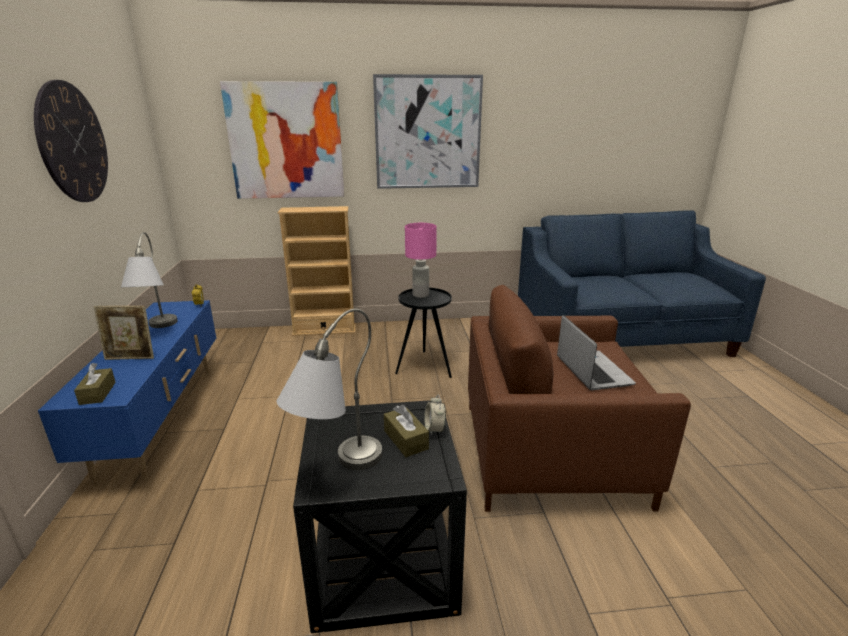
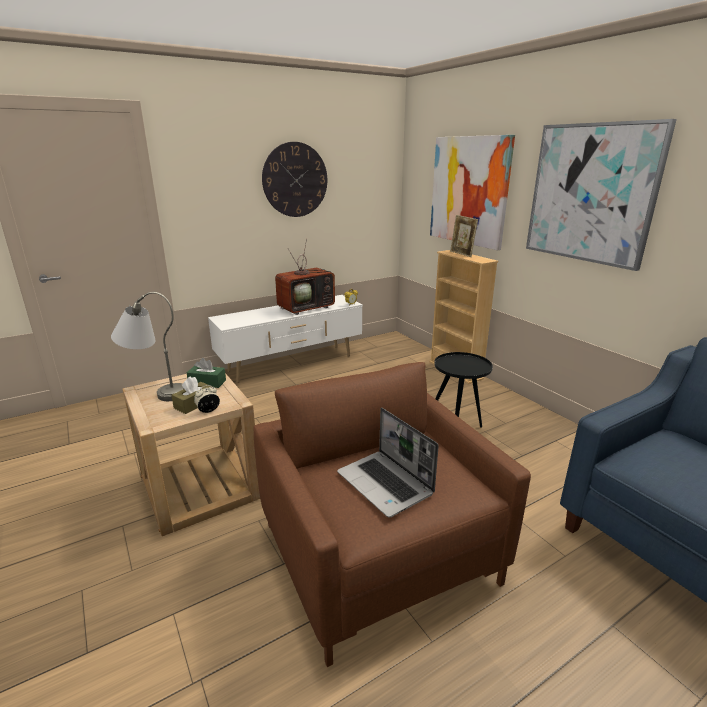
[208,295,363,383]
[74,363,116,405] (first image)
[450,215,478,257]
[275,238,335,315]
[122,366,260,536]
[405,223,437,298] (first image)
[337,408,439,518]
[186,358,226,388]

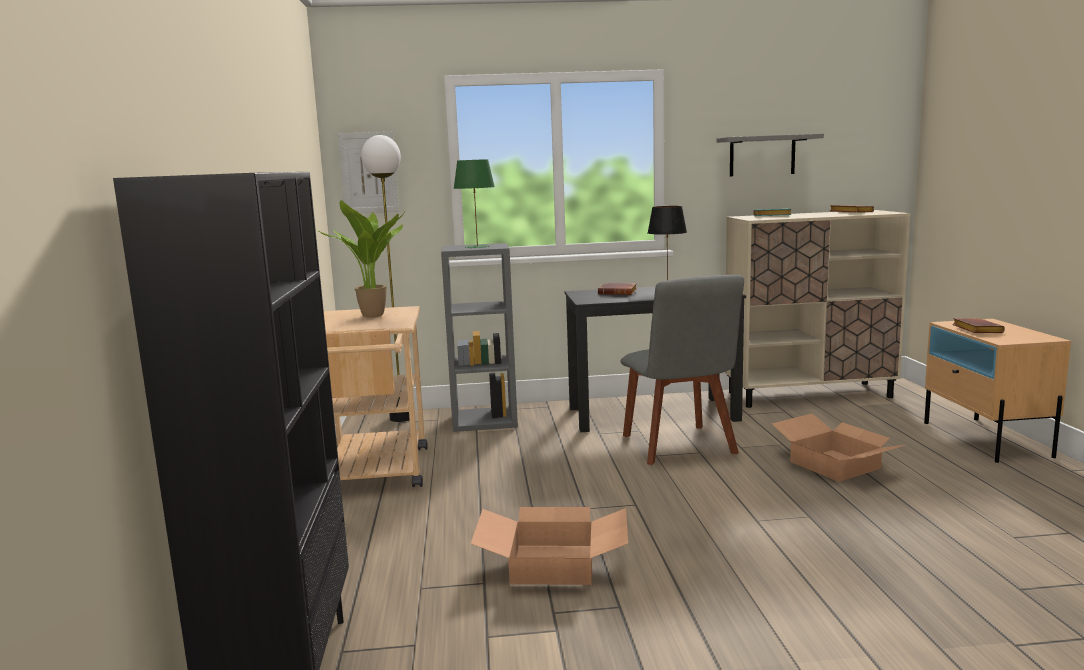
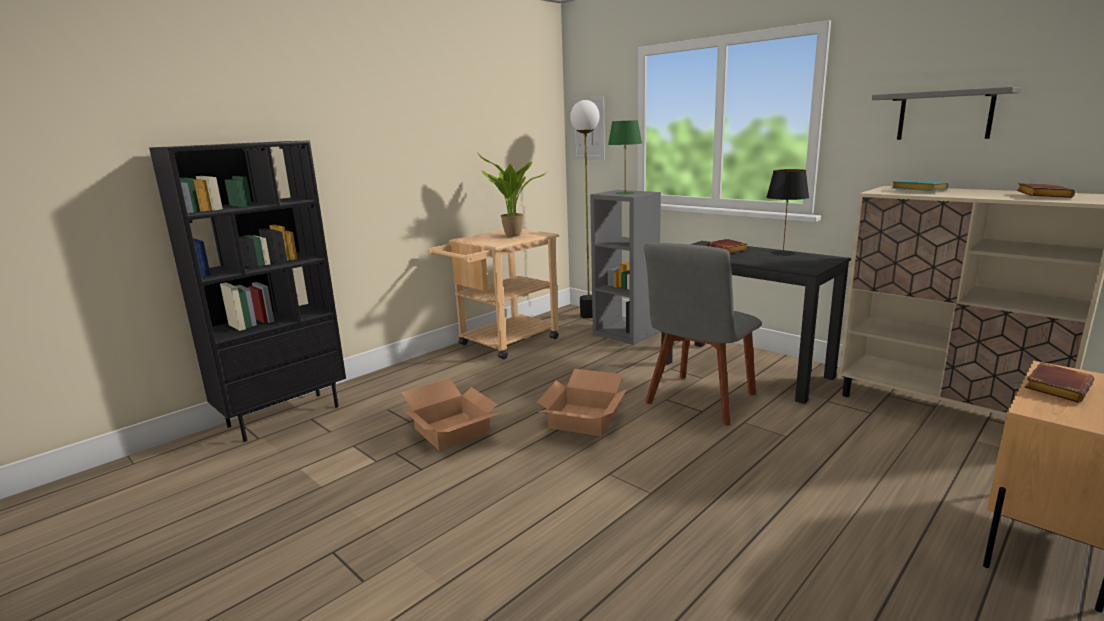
[537,369,627,436]

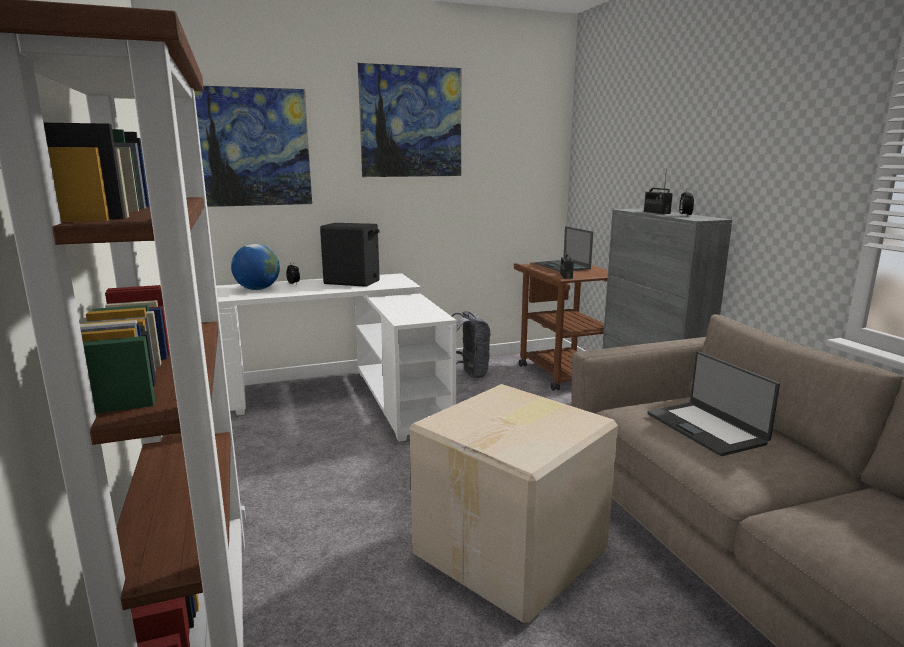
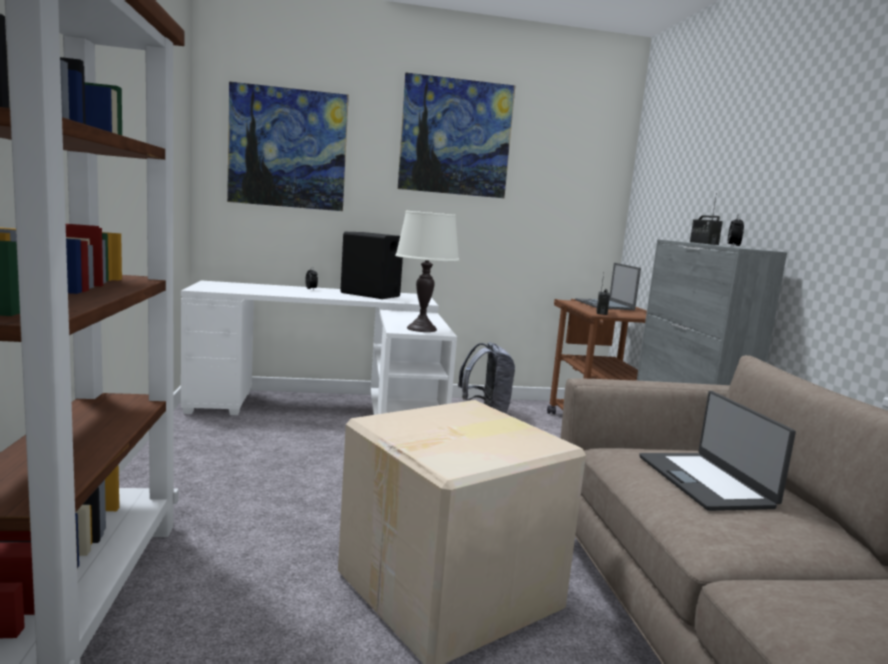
[231,244,280,290] (first image)
[395,211,459,332]

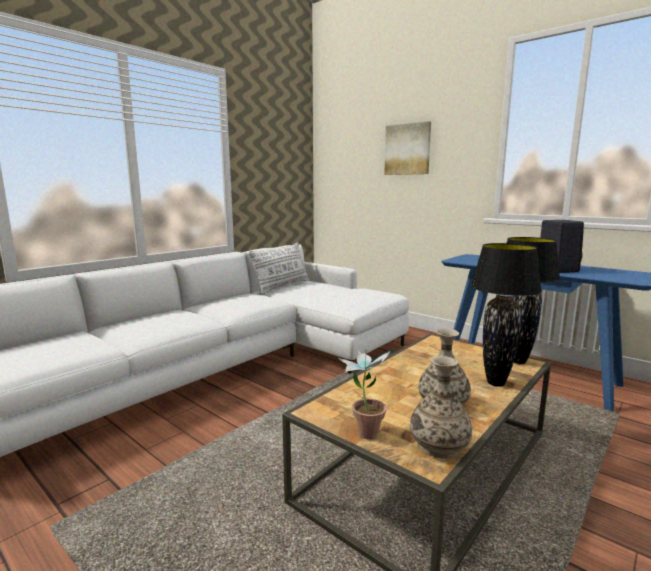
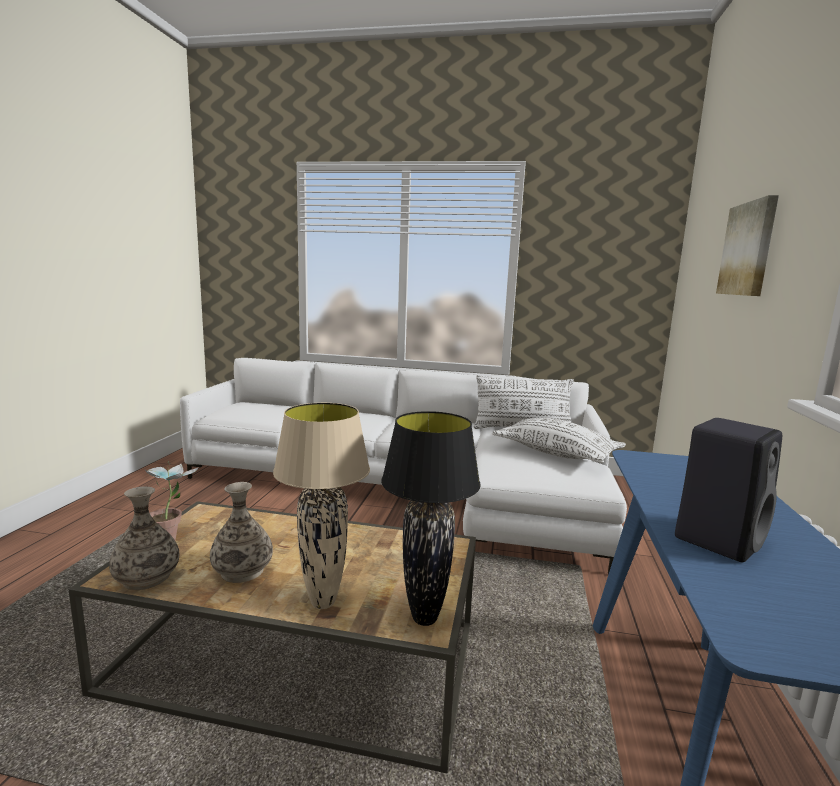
[273,403,370,609]
[492,418,626,463]

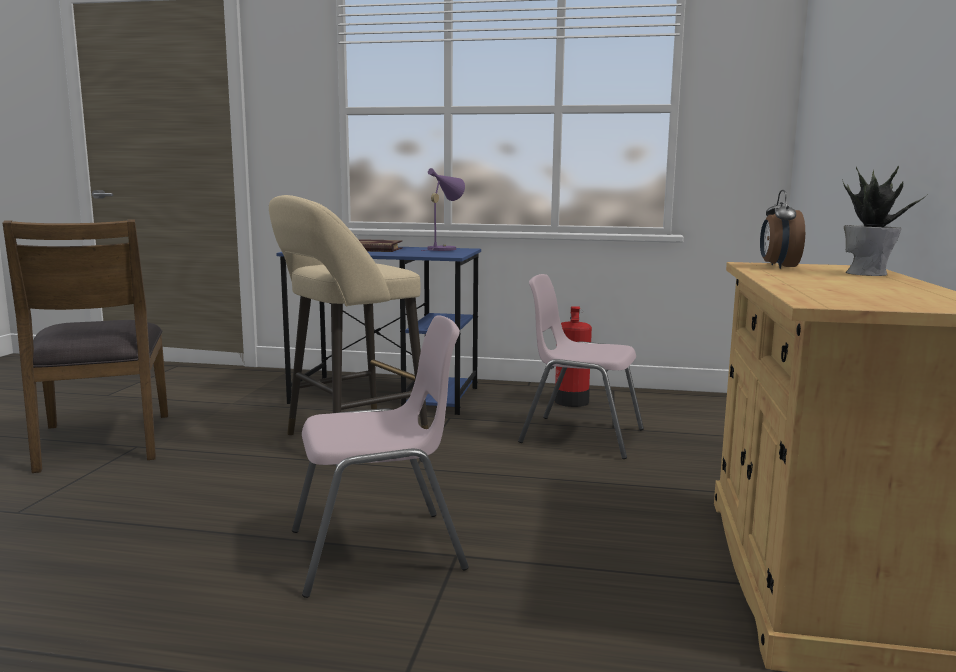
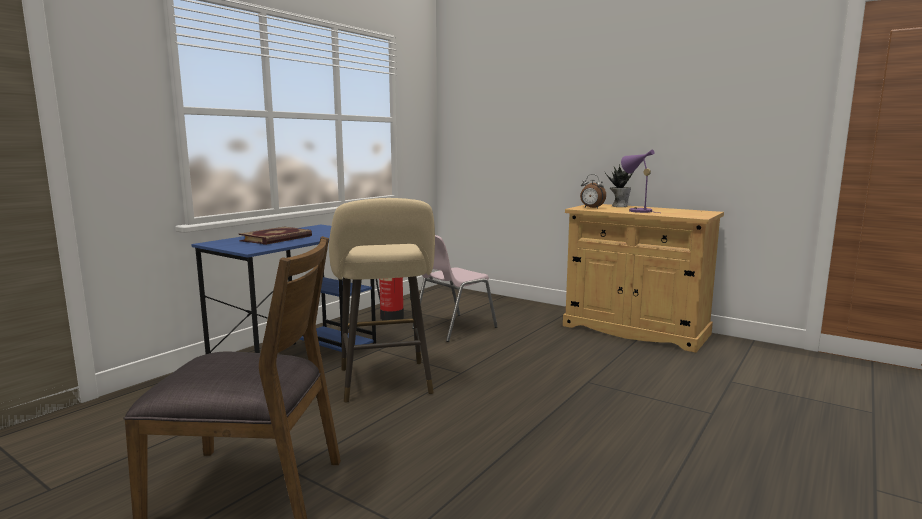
[292,316,469,598] (first image)
[621,149,660,213]

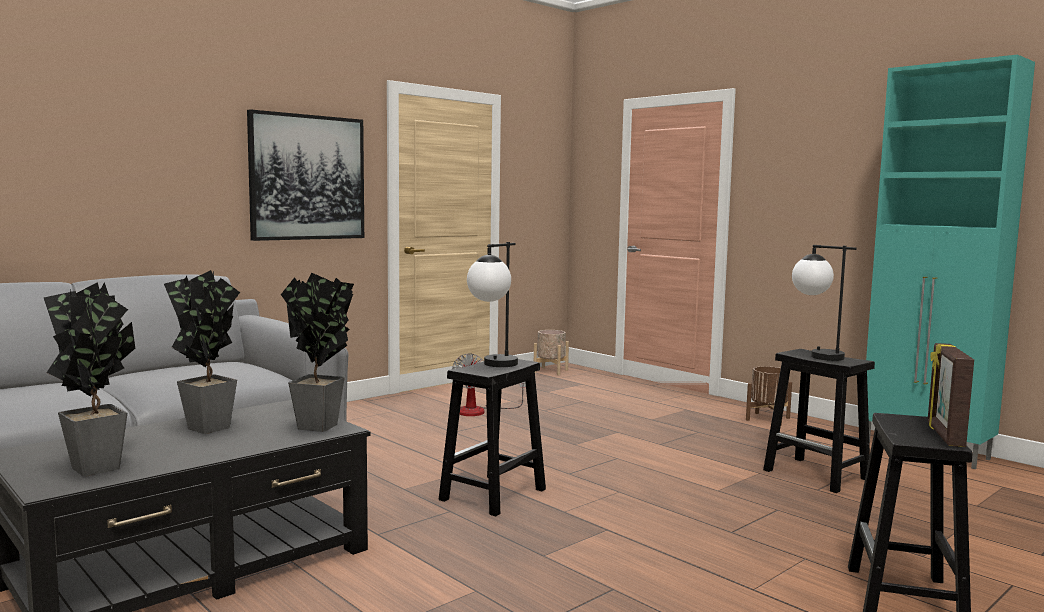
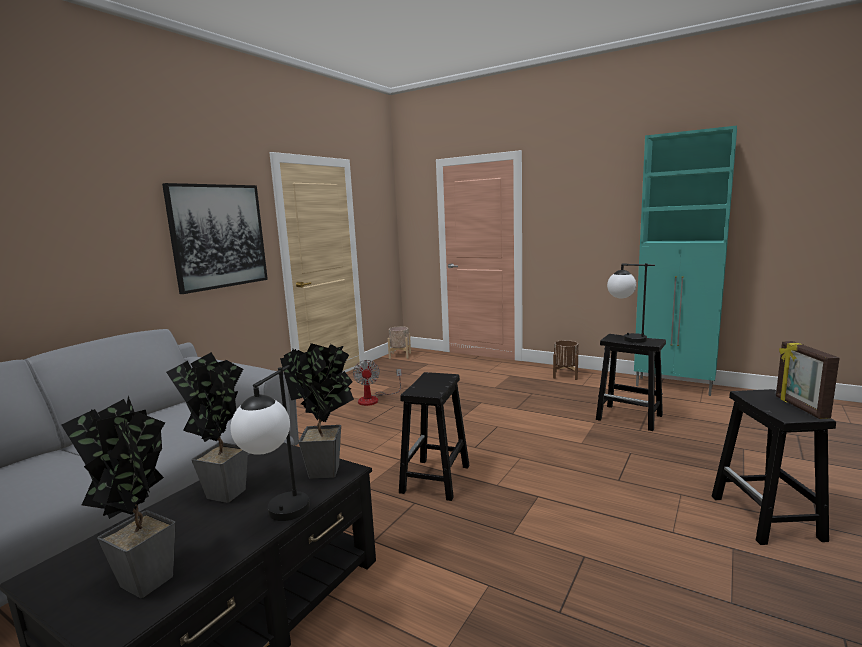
[230,365,310,521]

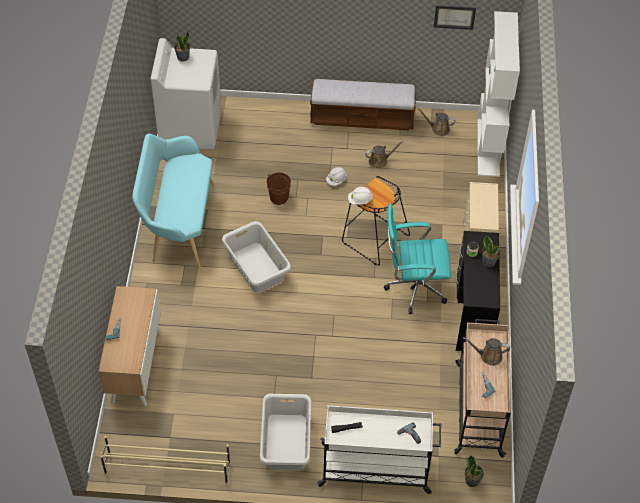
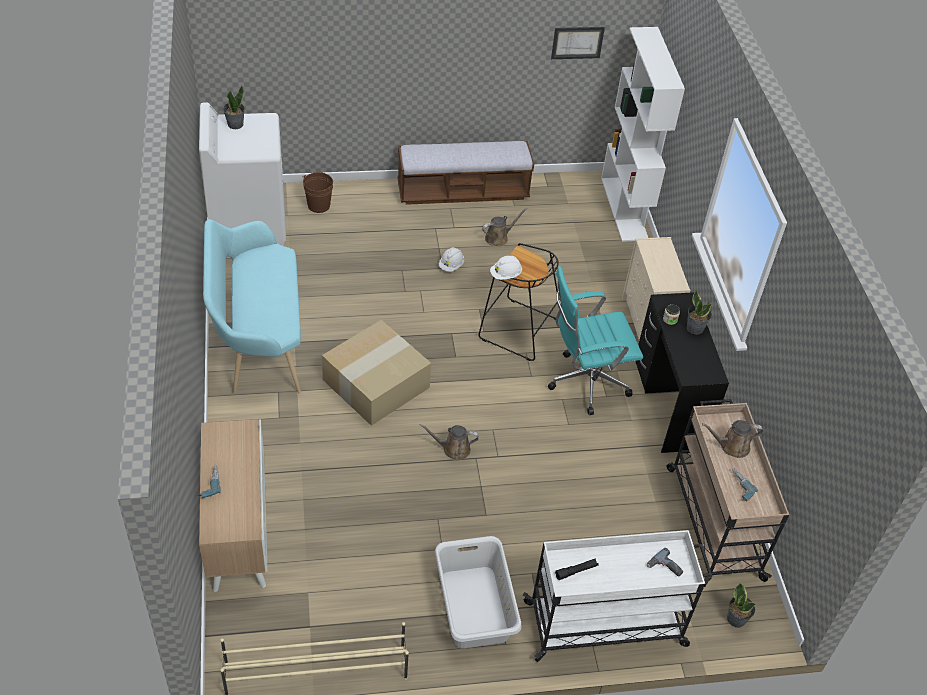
[322,320,431,426]
[302,172,333,213]
[419,424,479,460]

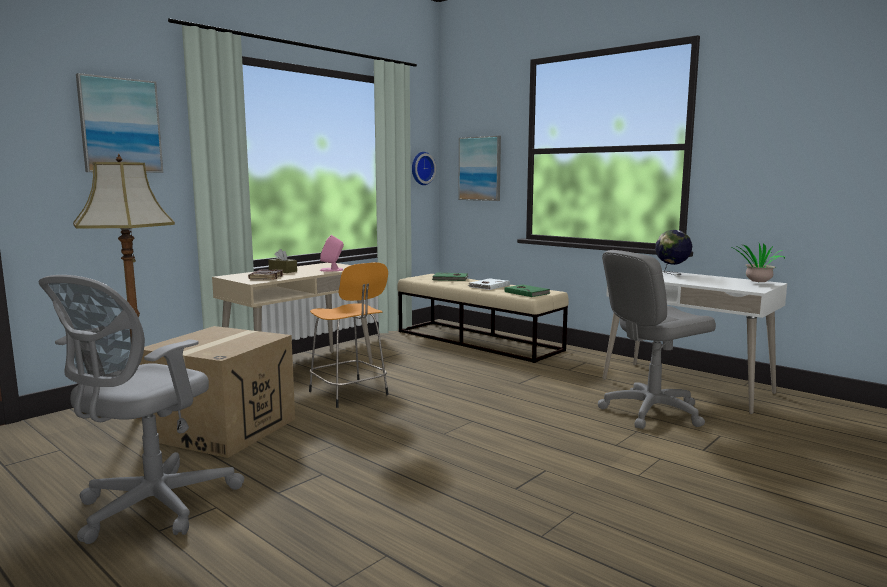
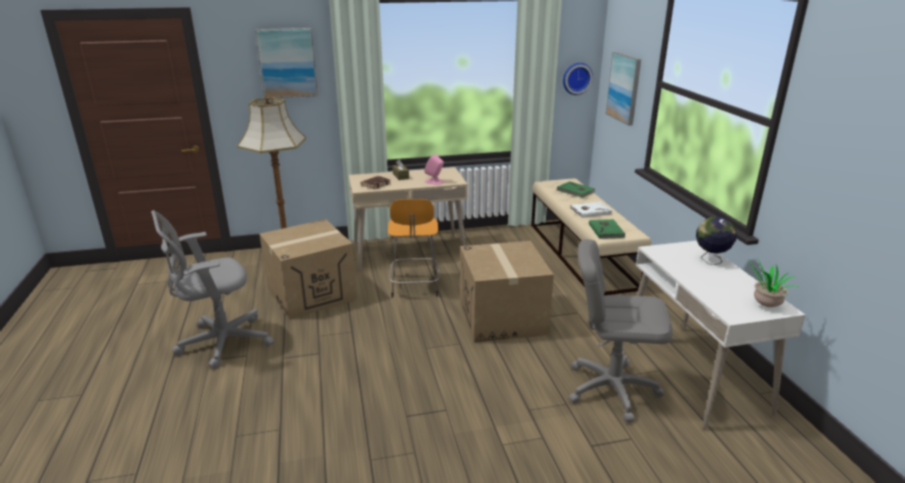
[460,241,554,343]

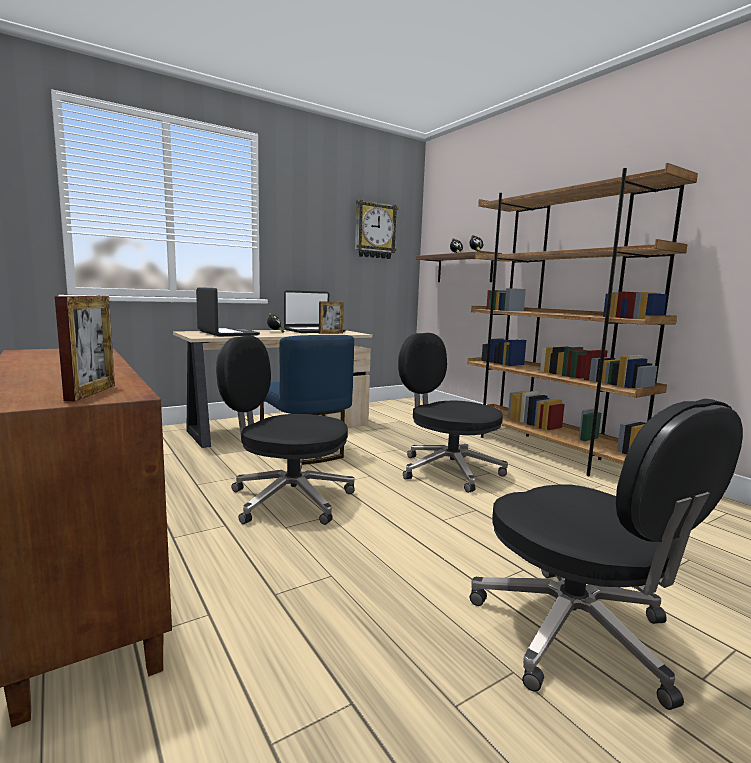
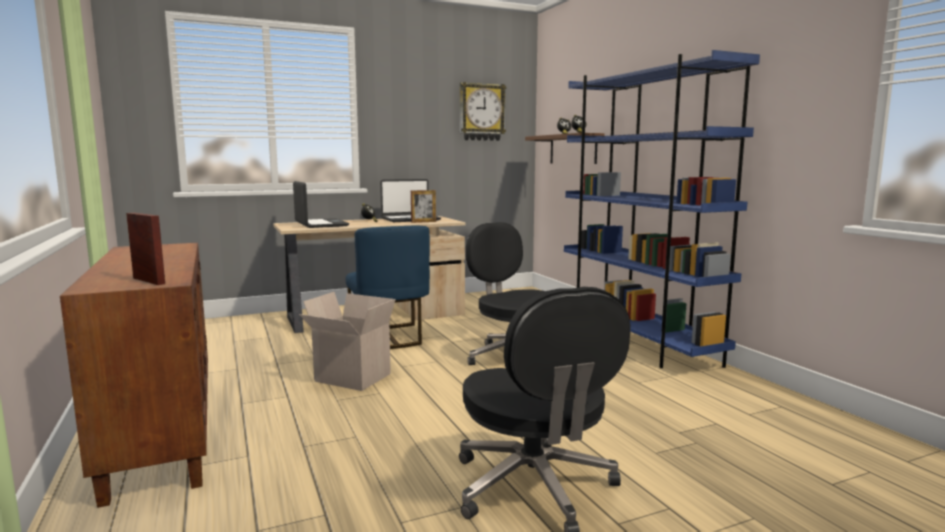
[126,213,165,285]
[299,292,396,391]
[564,50,760,368]

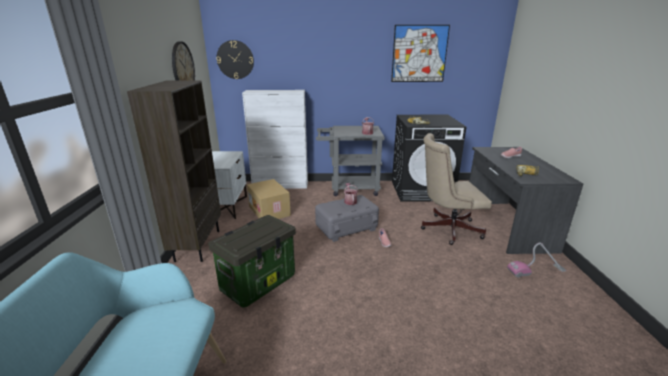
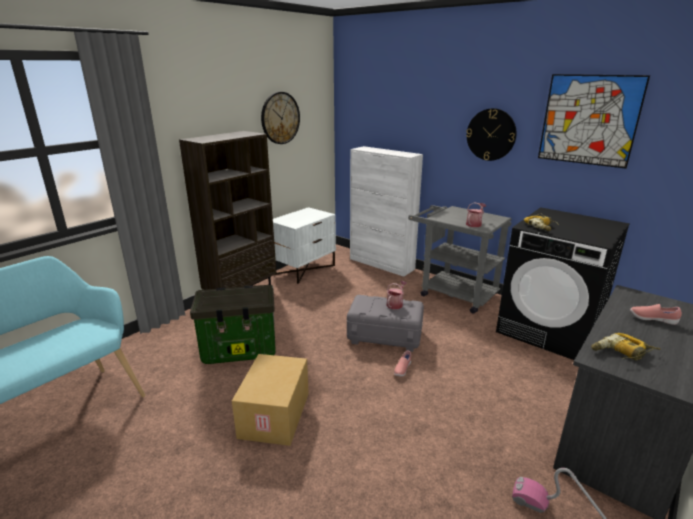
[466,108,517,161]
[232,354,309,446]
[421,133,492,245] (first image)

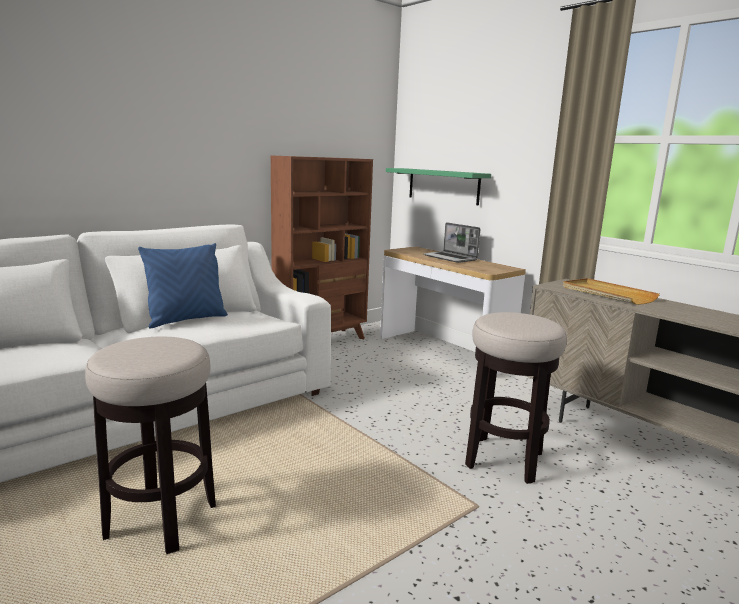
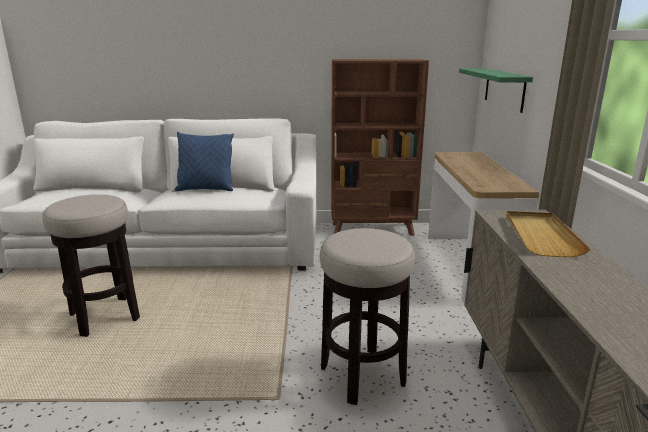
[423,222,480,263] (first image)

